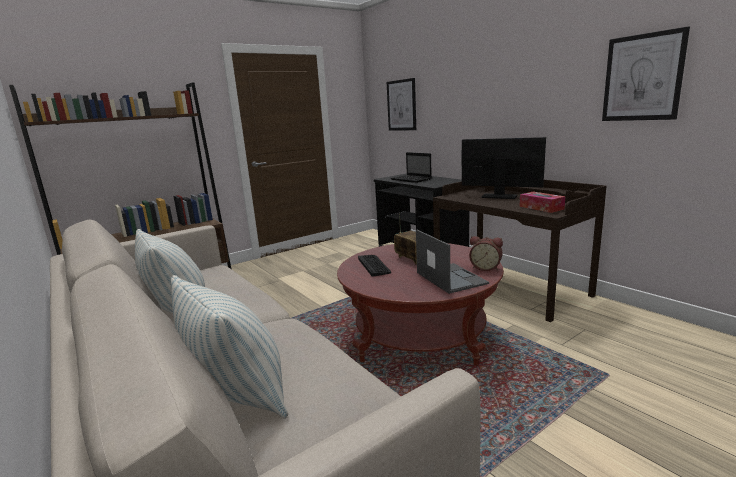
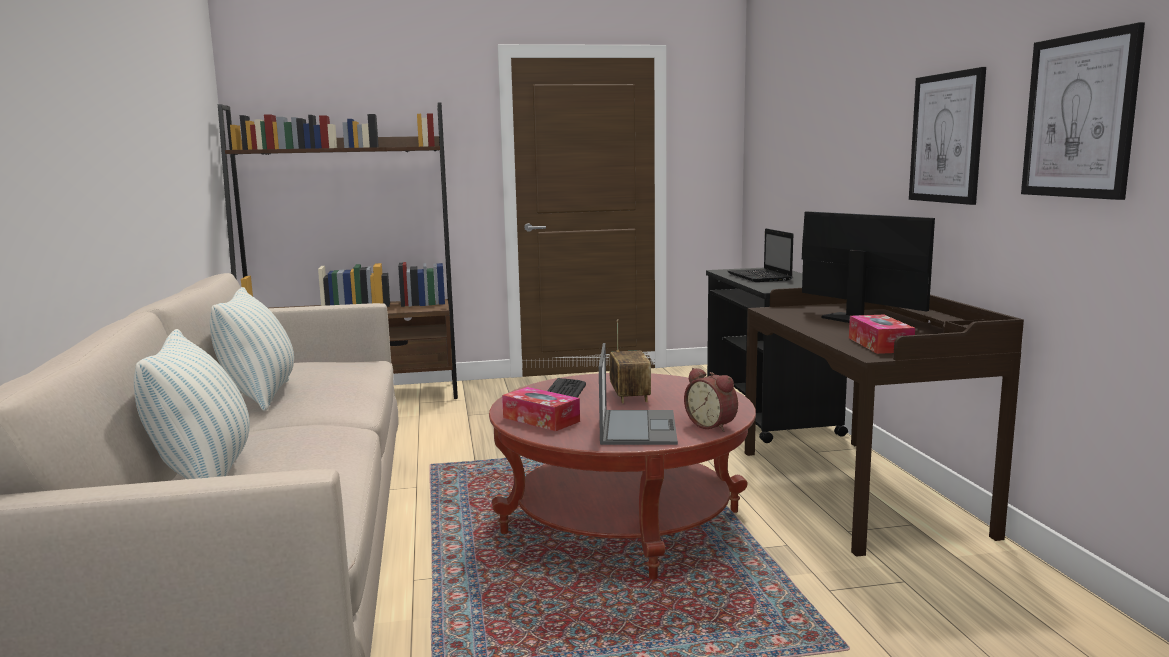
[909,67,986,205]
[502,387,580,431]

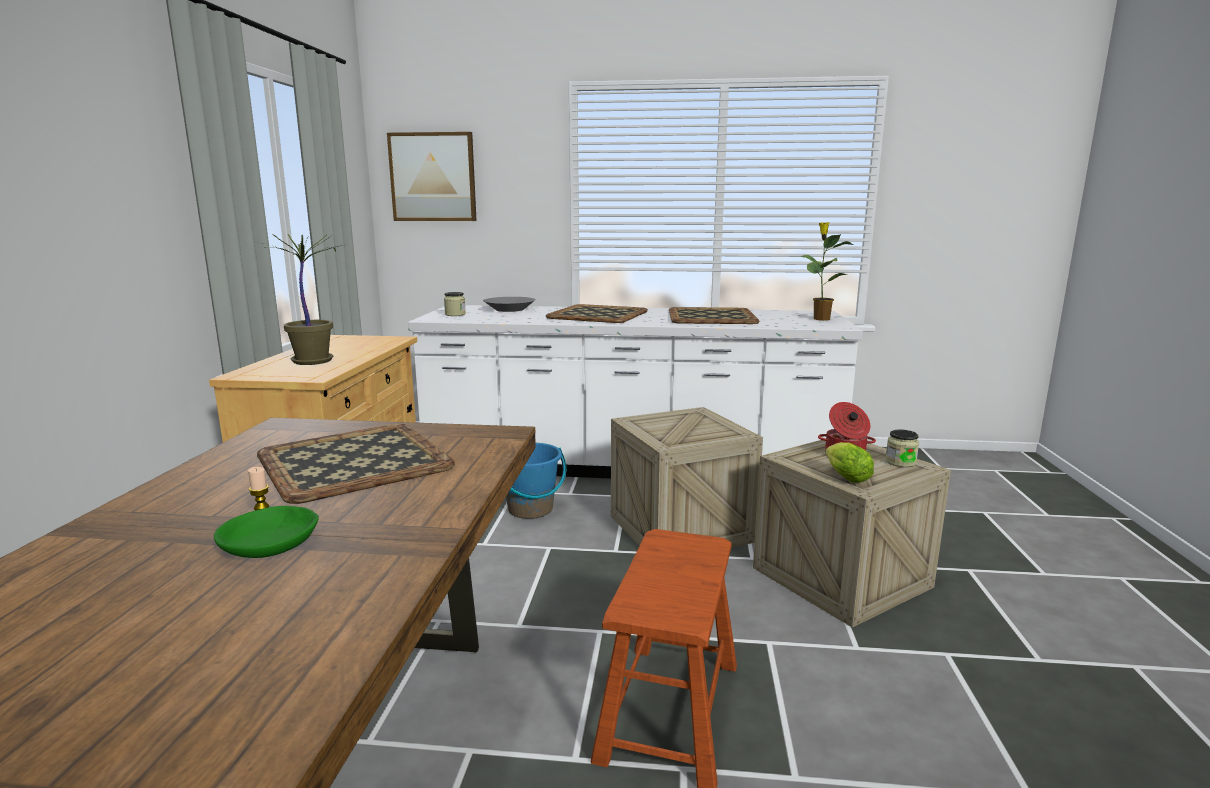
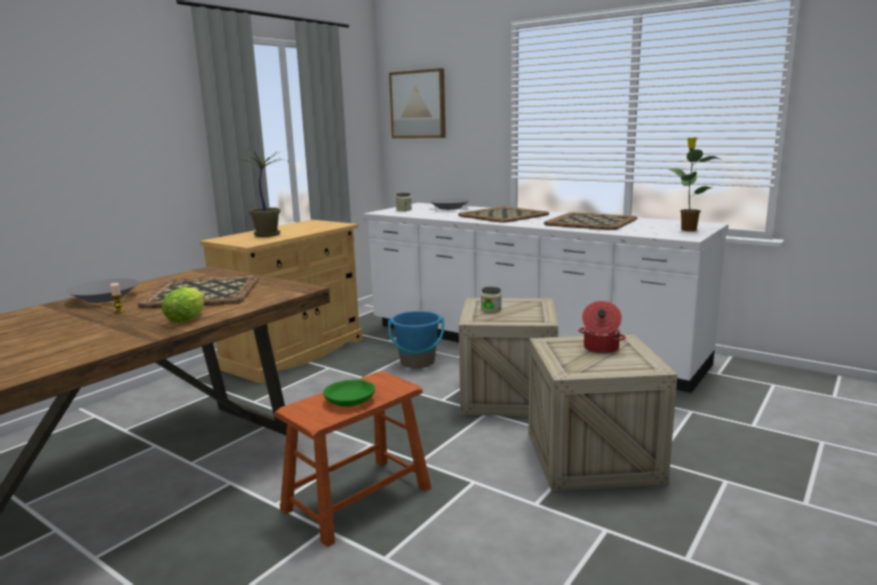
[323,379,376,407]
[162,287,205,323]
[481,287,502,313]
[66,278,139,303]

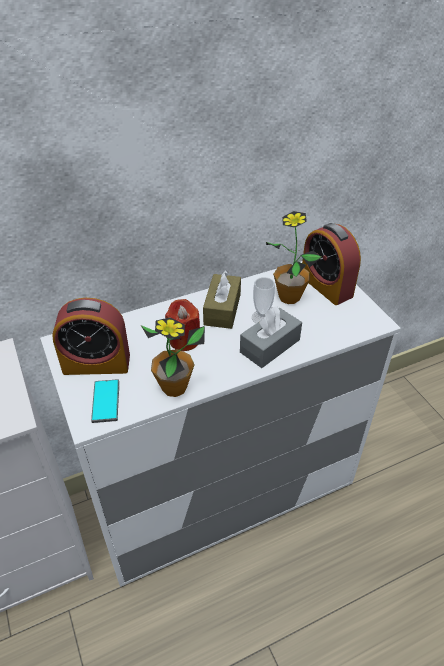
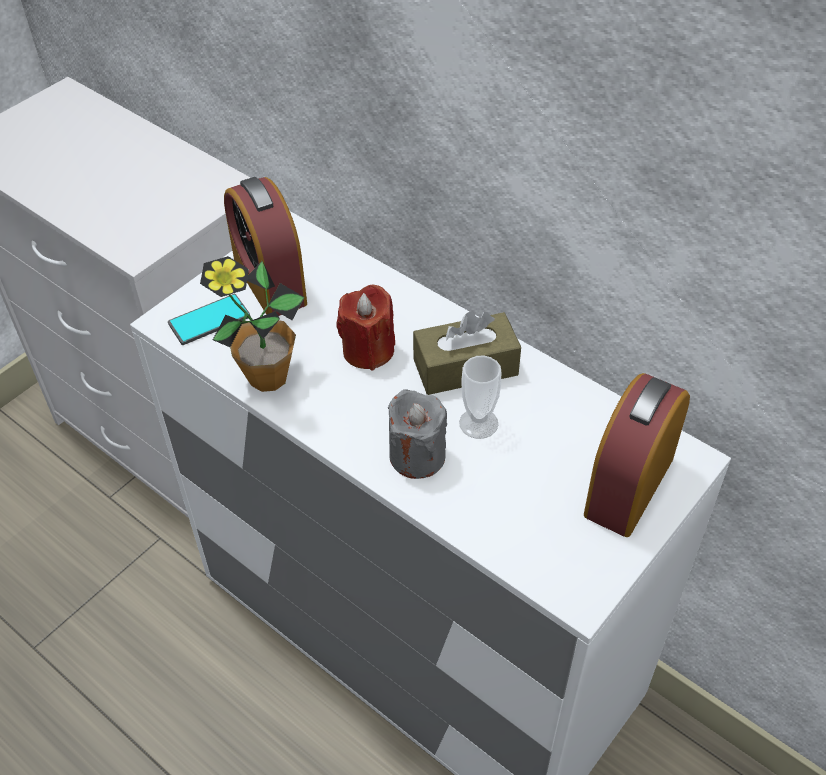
[388,389,447,479]
[266,211,321,304] (first image)

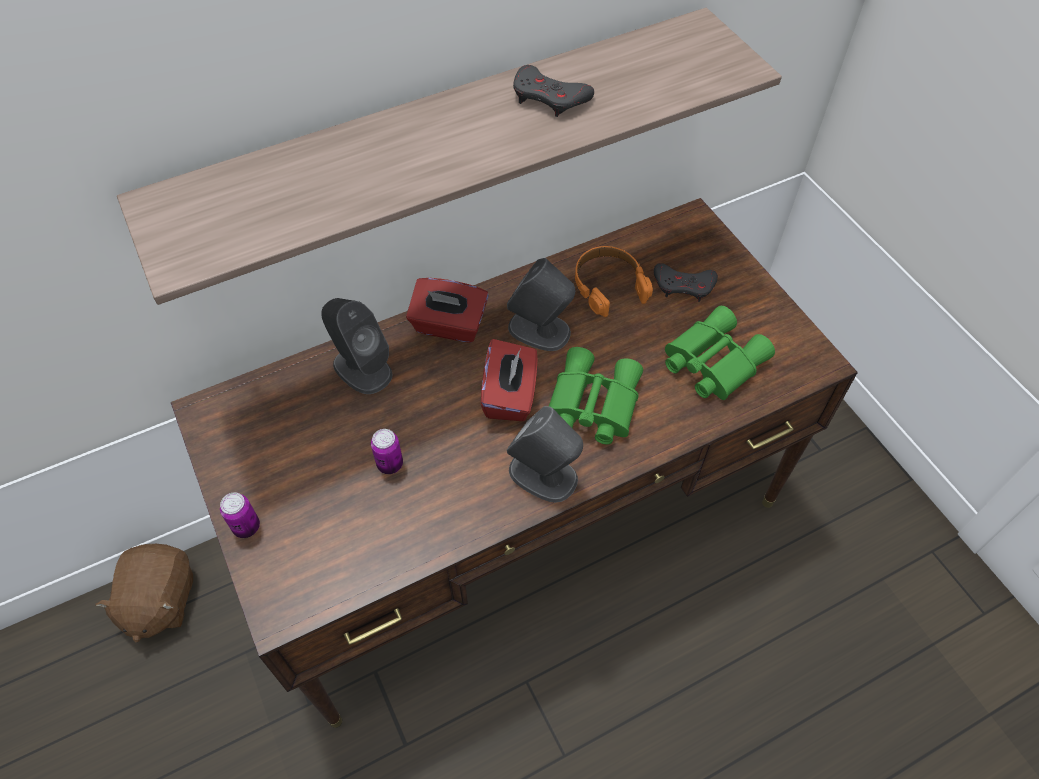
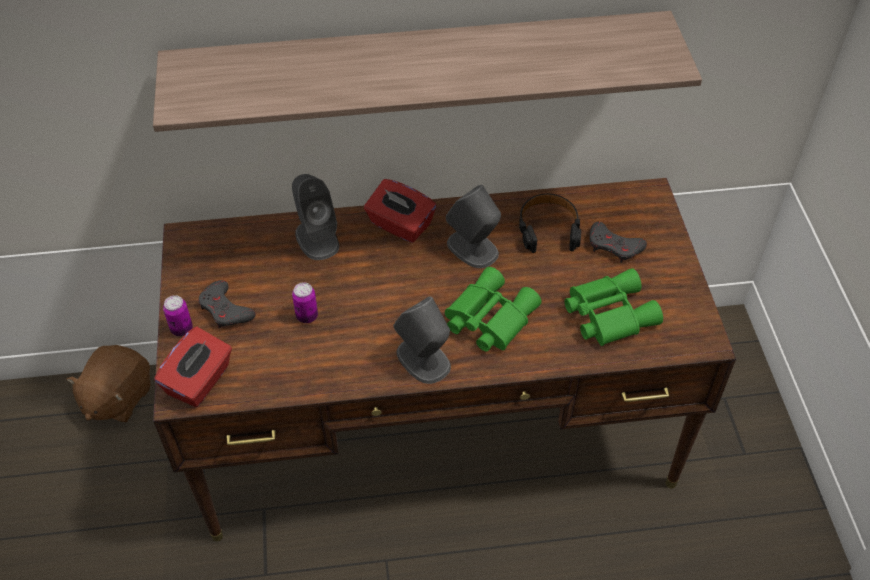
[154,326,232,407]
[198,280,256,328]
[519,194,581,253]

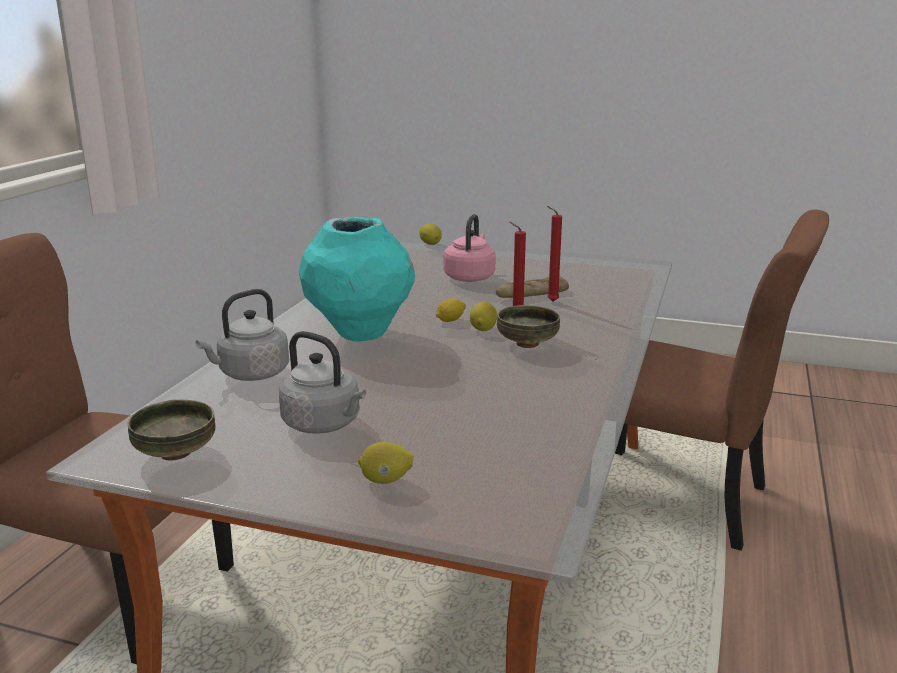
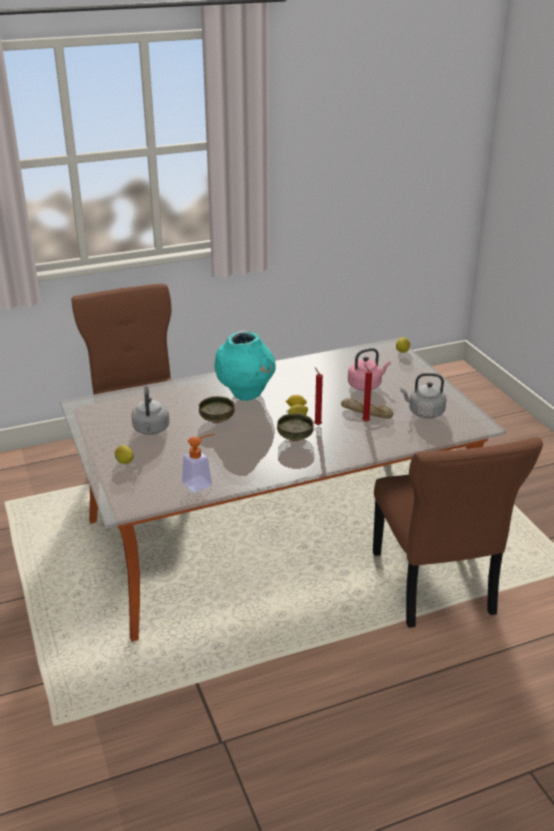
[199,396,234,423]
[400,373,446,419]
[182,434,214,492]

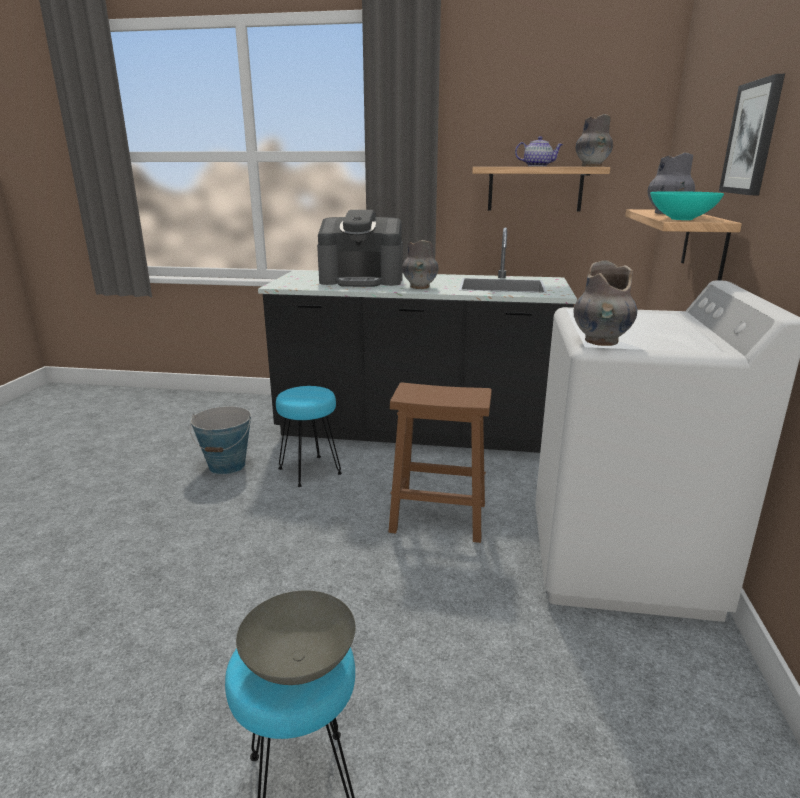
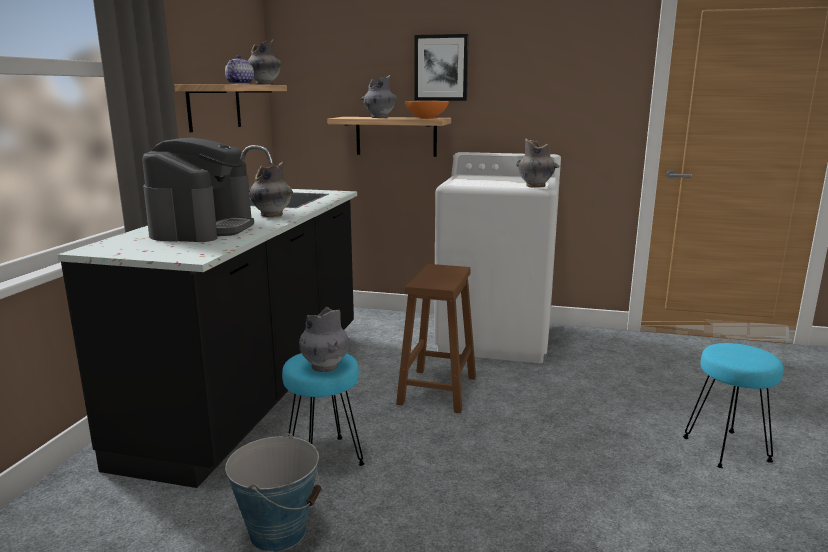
[236,591,356,685] (first image)
[405,101,449,119]
[299,307,349,372]

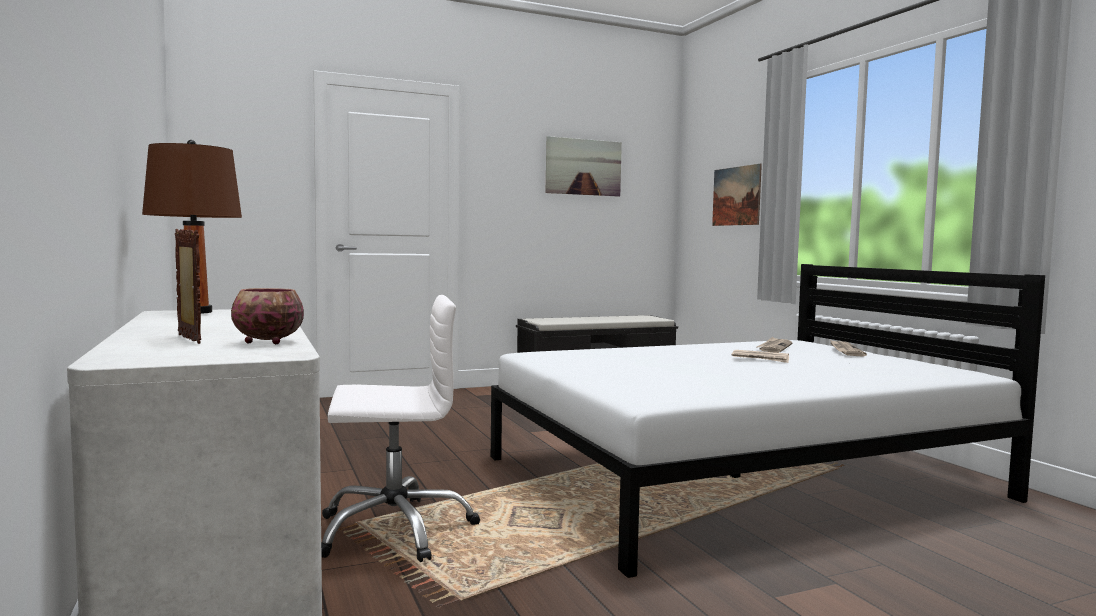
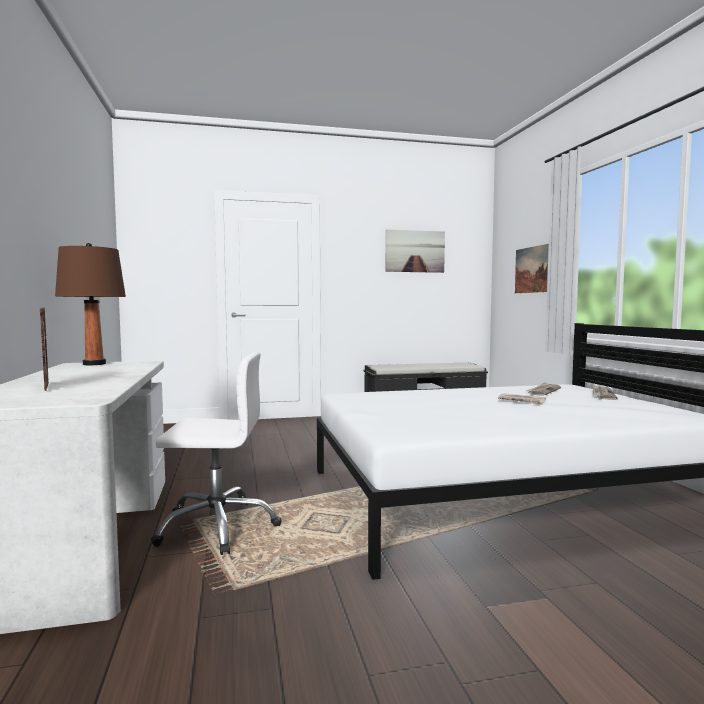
[231,288,304,344] (first image)

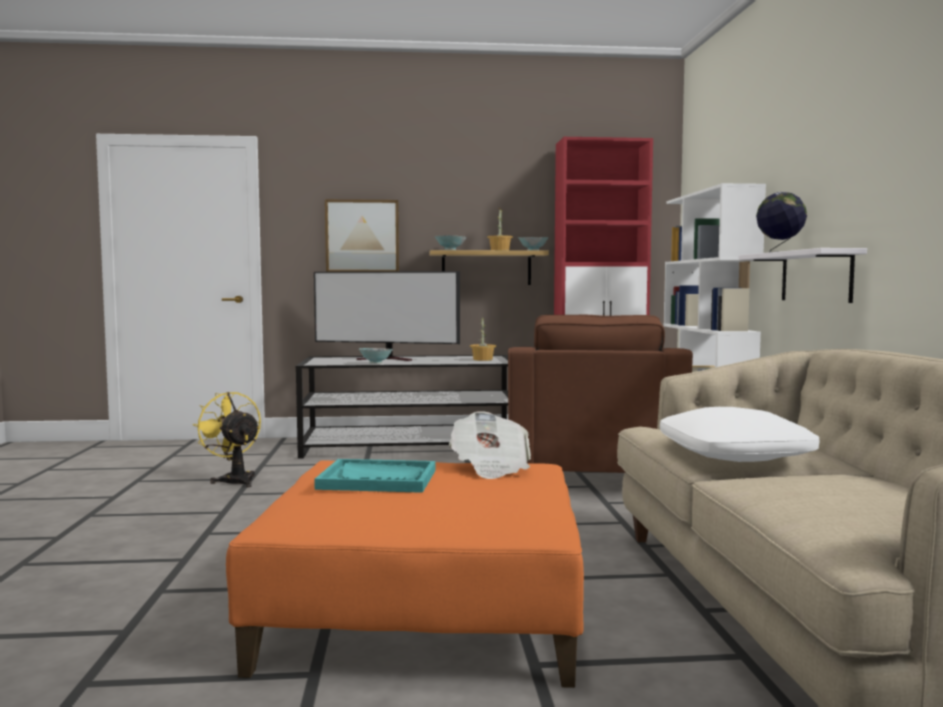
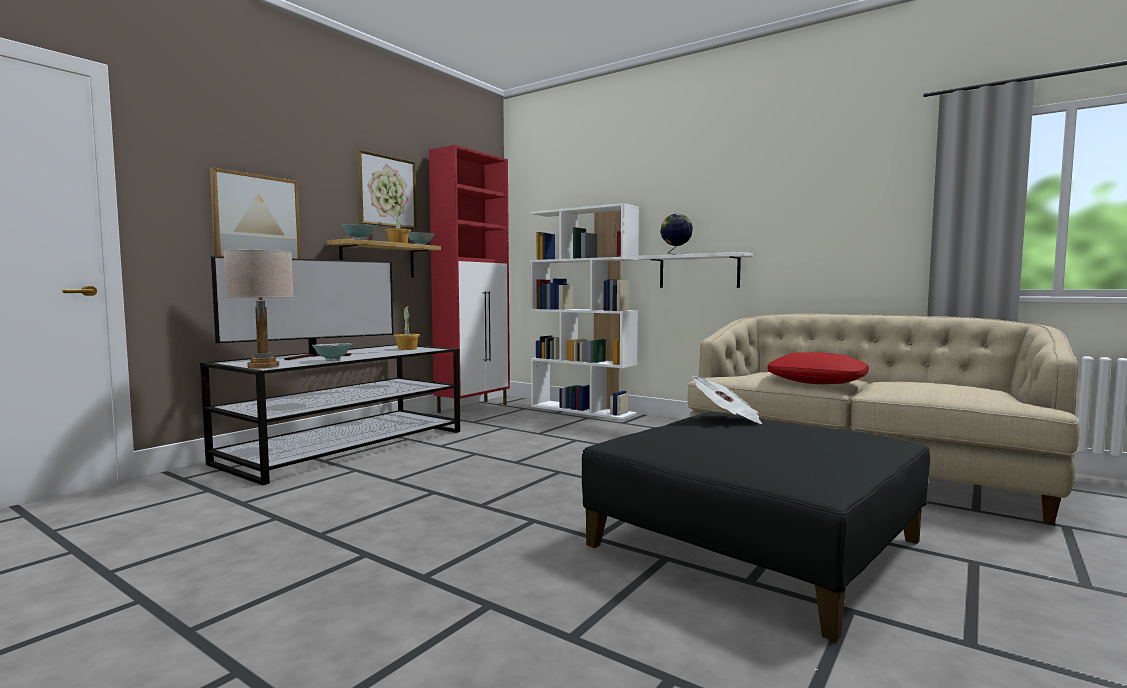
[193,392,261,487] (first image)
[582,412,930,642]
[314,459,436,493] (first image)
[508,315,693,473] (first image)
[768,352,869,384]
[223,250,294,368]
[357,150,417,229]

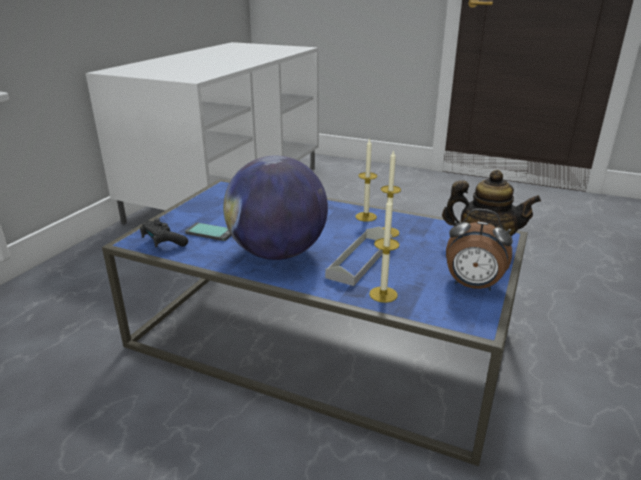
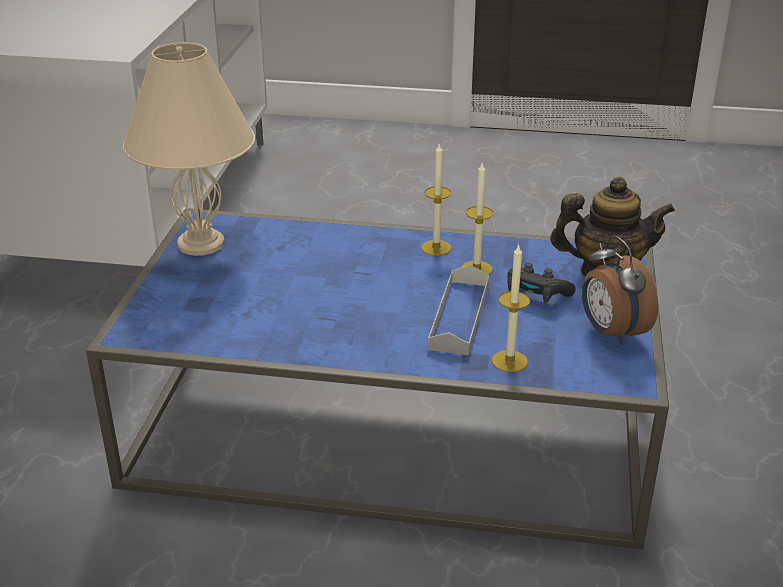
[508,263,575,303]
[185,223,232,241] (first image)
[223,155,328,260] (first image)
[582,236,658,345]
[123,42,255,256]

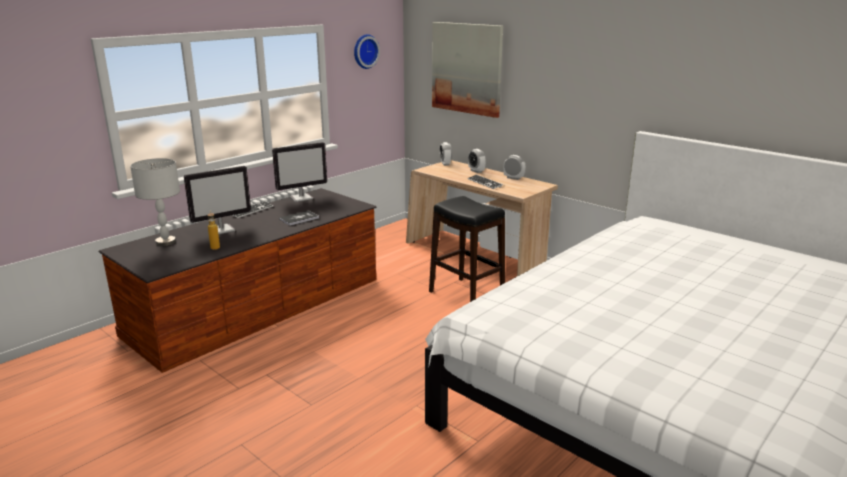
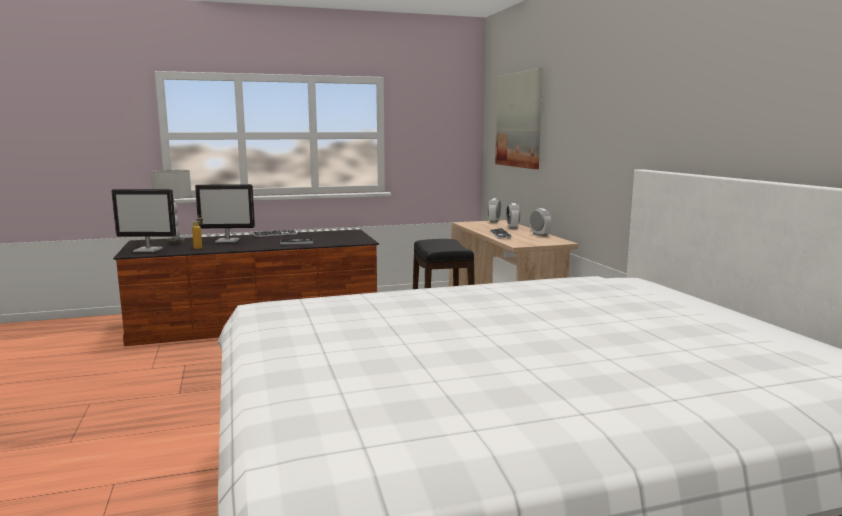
[111,189,176,252]
[354,34,380,69] (first image)

